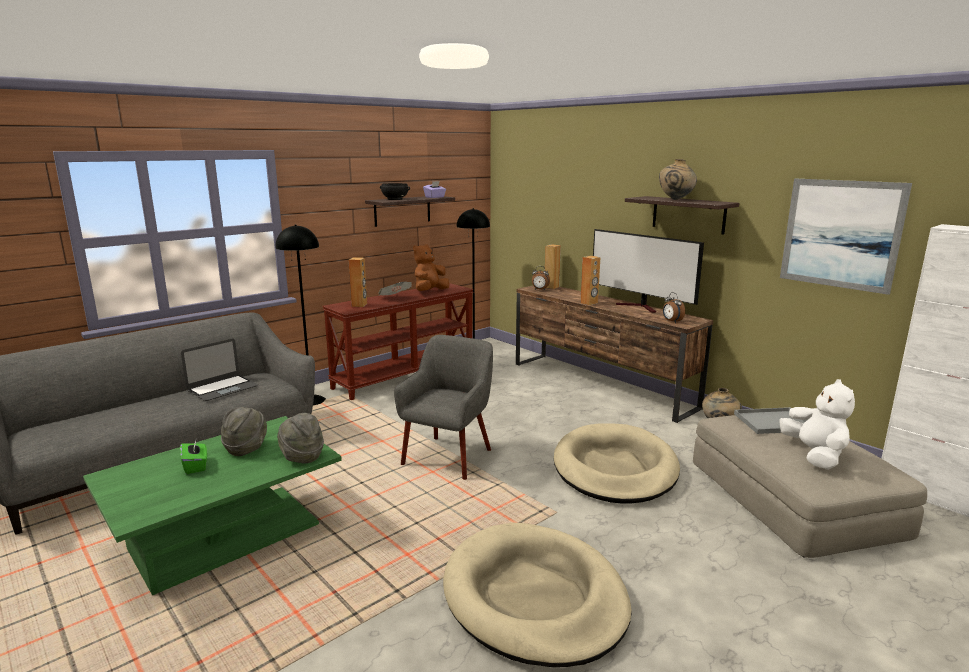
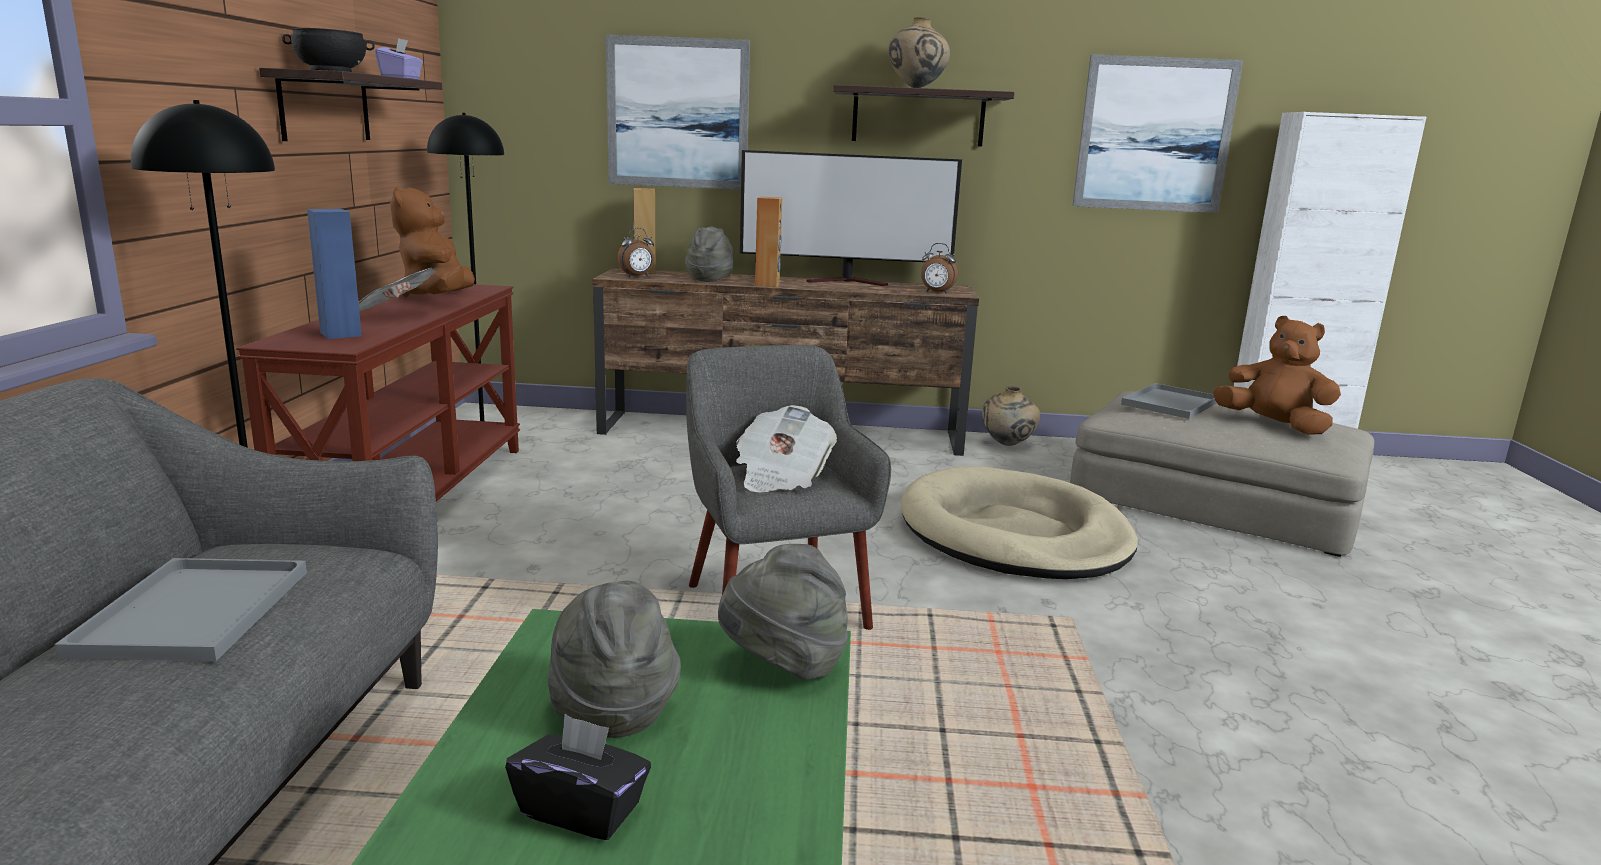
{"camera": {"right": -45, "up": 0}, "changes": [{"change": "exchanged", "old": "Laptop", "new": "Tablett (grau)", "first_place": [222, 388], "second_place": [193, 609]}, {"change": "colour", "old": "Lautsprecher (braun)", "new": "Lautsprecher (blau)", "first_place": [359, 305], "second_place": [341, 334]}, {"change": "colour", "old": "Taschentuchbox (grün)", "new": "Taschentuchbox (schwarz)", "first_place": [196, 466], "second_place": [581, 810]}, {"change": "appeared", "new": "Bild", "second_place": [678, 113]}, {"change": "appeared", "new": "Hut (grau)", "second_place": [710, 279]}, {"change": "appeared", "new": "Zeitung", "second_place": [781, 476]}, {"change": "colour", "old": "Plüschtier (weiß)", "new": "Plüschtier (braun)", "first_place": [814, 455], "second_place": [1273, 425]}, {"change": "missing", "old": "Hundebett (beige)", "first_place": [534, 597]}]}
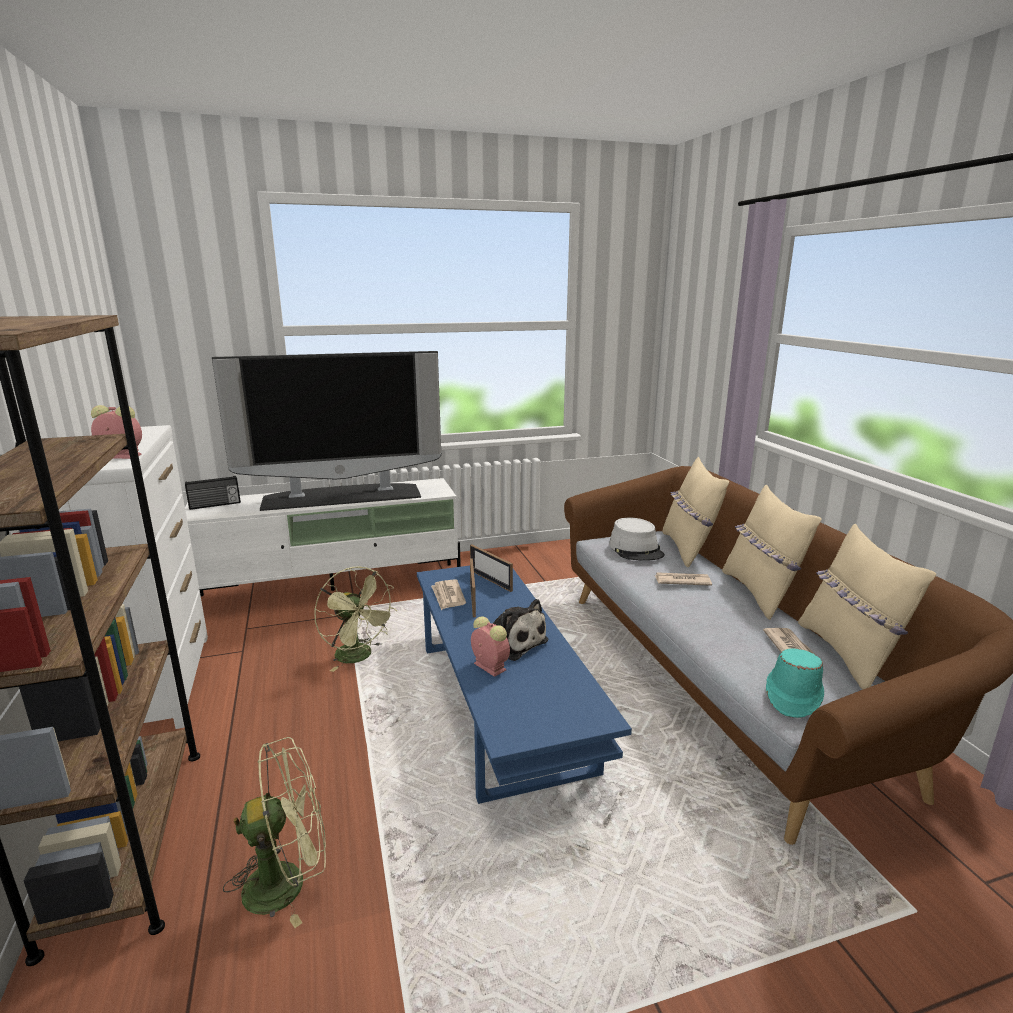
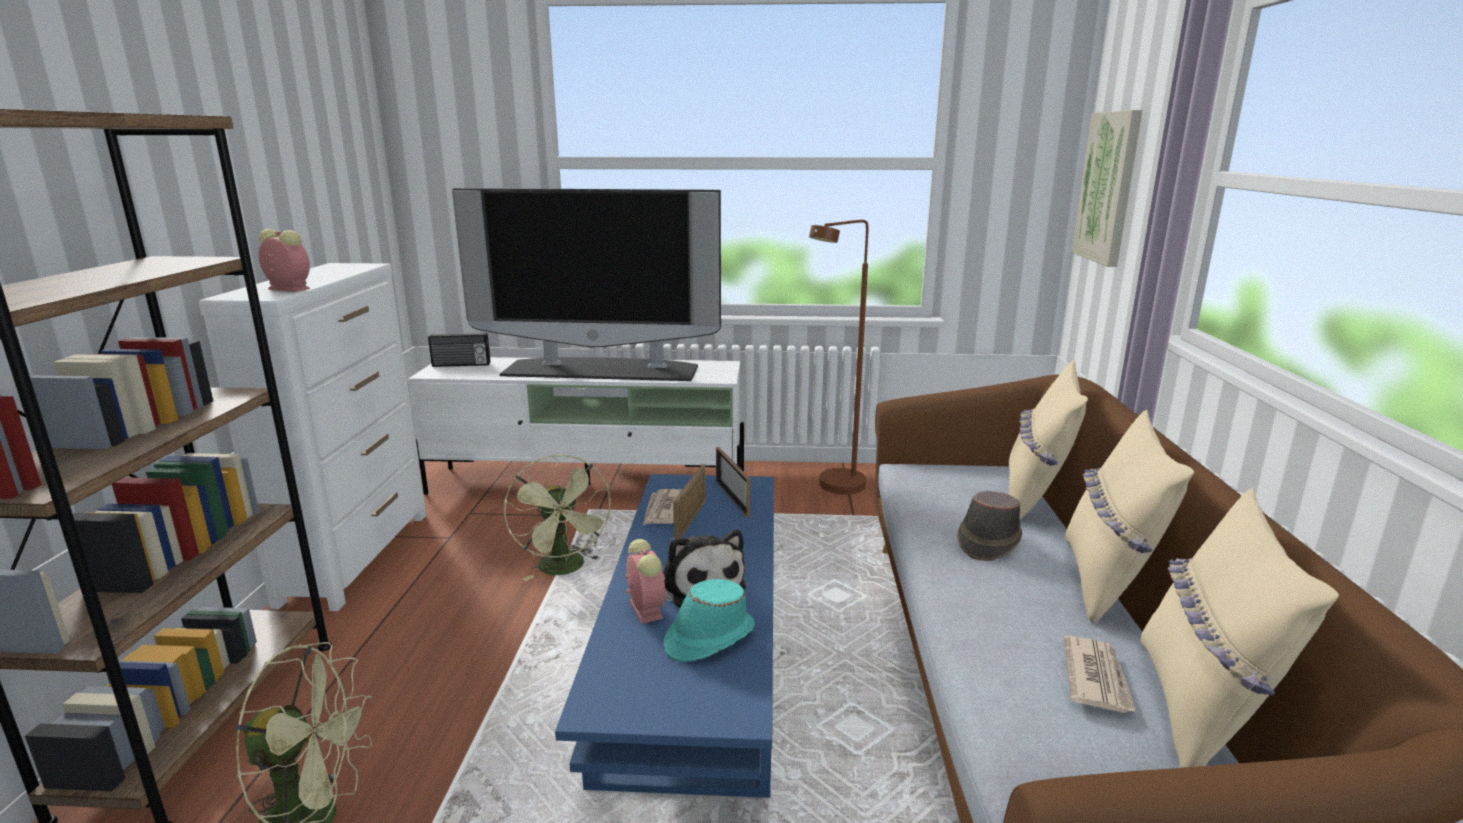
{"camera": {"right": 20, "up": 0}, "changes": [{"change": "relocated", "old": "Hut (türkis)", "first_place": [792, 695], "second_place": [709, 637]}, {"change": "appeared", "new": "Stehlampe (braun)", "second_place": [835, 489]}, {"change": "exchanged", "old": "Zeitung", "new": "Hut (braun)", "first_place": [681, 581], "second_place": [987, 541]}, {"change": "appeared", "new": "Bild", "second_place": [1108, 187]}, {"change": "missing", "old": "Hut (grau)", "first_place": [636, 549]}]}
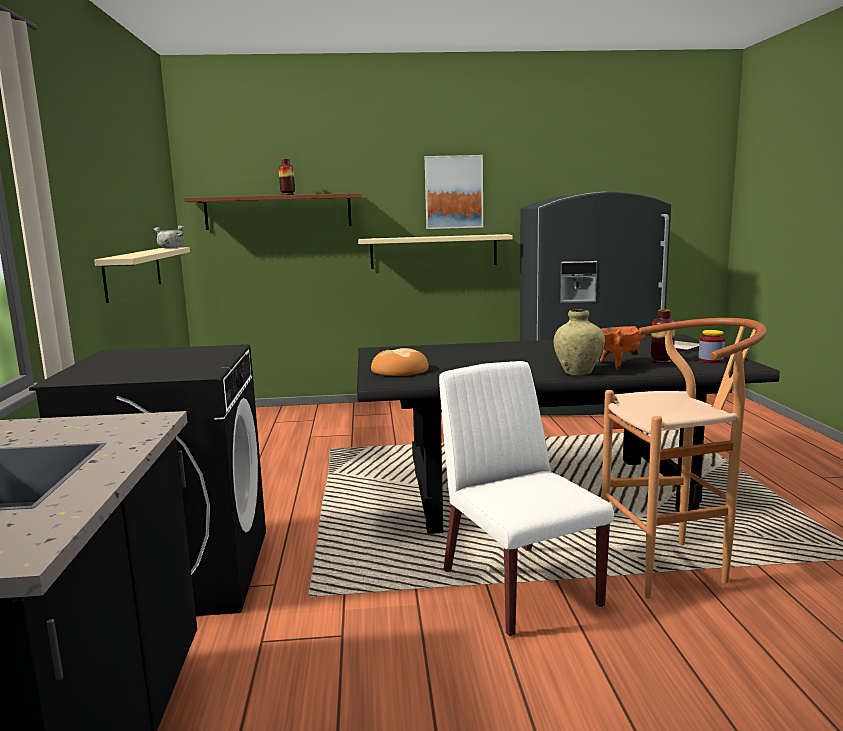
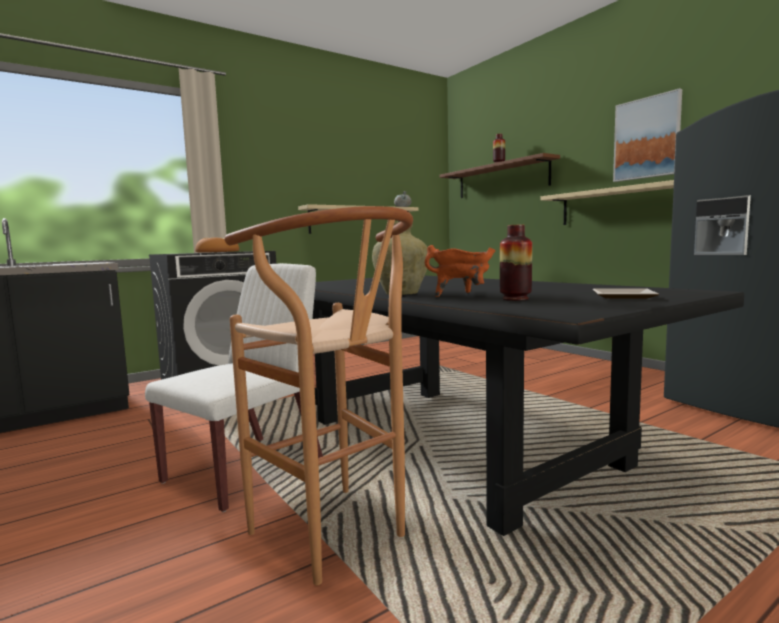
{"camera": {"right": 60, "up": -5}, "changes": [{"change": "relocated", "old": "Brot", "first_place": [399, 370], "second_place": [217, 252]}, {"change": "missing", "old": "Vorratsglas", "first_place": [710, 360]}]}
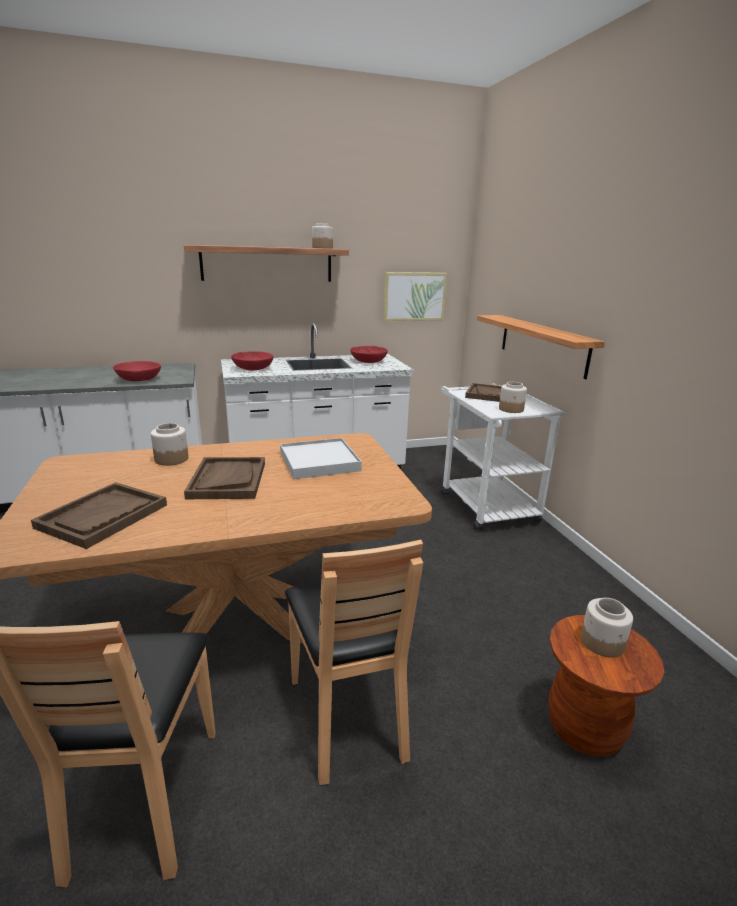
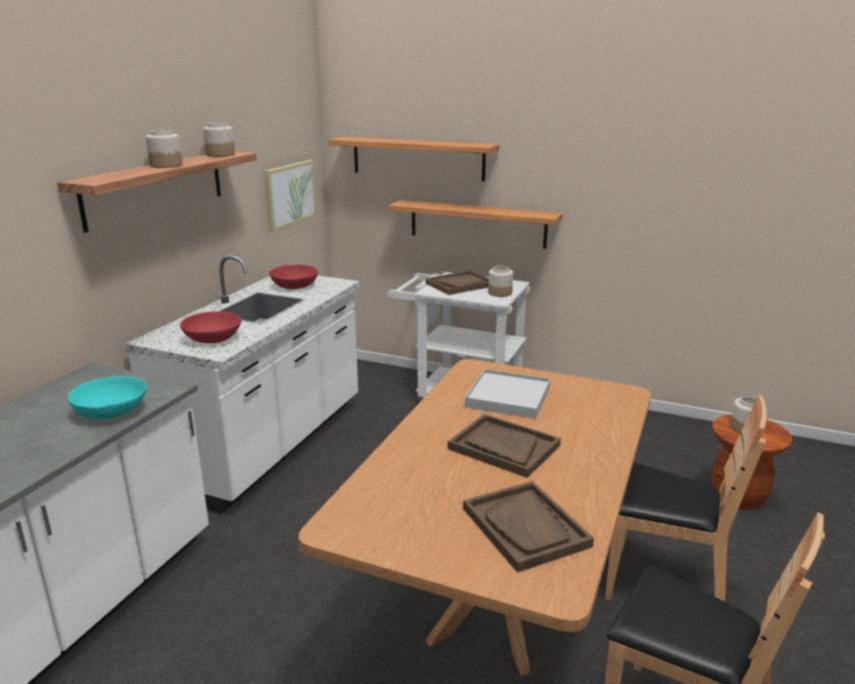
{"camera": {"right": -50, "up": 0}, "changes": [{"change": "colour", "old": "Schüssel (rot)", "new": "Schüssel (türkis)", "first_place": [139, 379], "second_place": [112, 411]}, {"change": "relocated", "old": "Vorratsglas", "first_place": [171, 459], "second_place": [166, 165]}, {"change": "appeared", "new": "Wandregal", "second_place": [417, 158]}]}
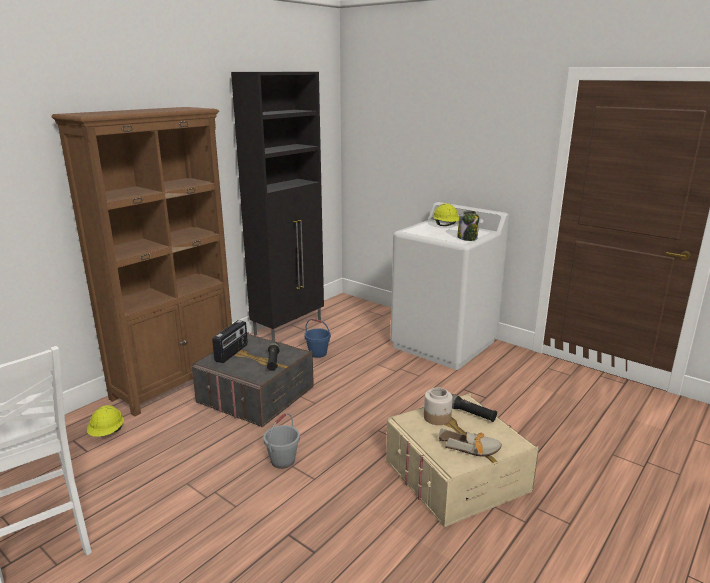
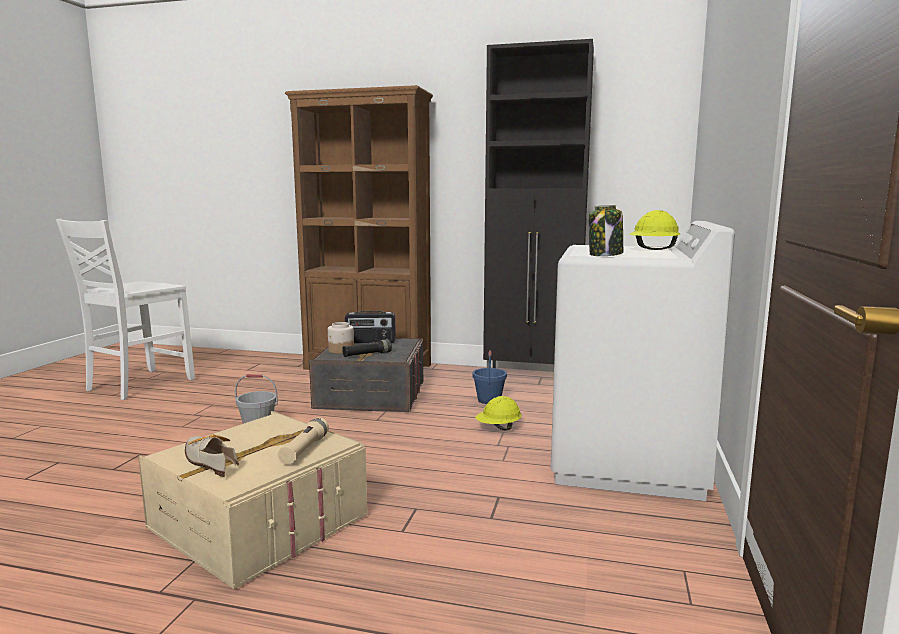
{"camera": {"right": 65, "up": -10}, "changes": [{"change": "spun", "old": "Schuh", "first_place": [473, 449], "second_place": [210, 461], "degrees": 150}, {"change": "colour", "old": "Taschenlampe (schwarz)", "new": "Taschenlampe (beige)", "first_place": [470, 413], "second_place": [304, 450]}, {"change": "relocated", "old": "Vorratsglas", "first_place": [437, 417], "second_place": [341, 350]}, {"change": "relocated", "old": "Schutzhelm (gelb)", "first_place": [107, 433], "second_place": [498, 428]}]}
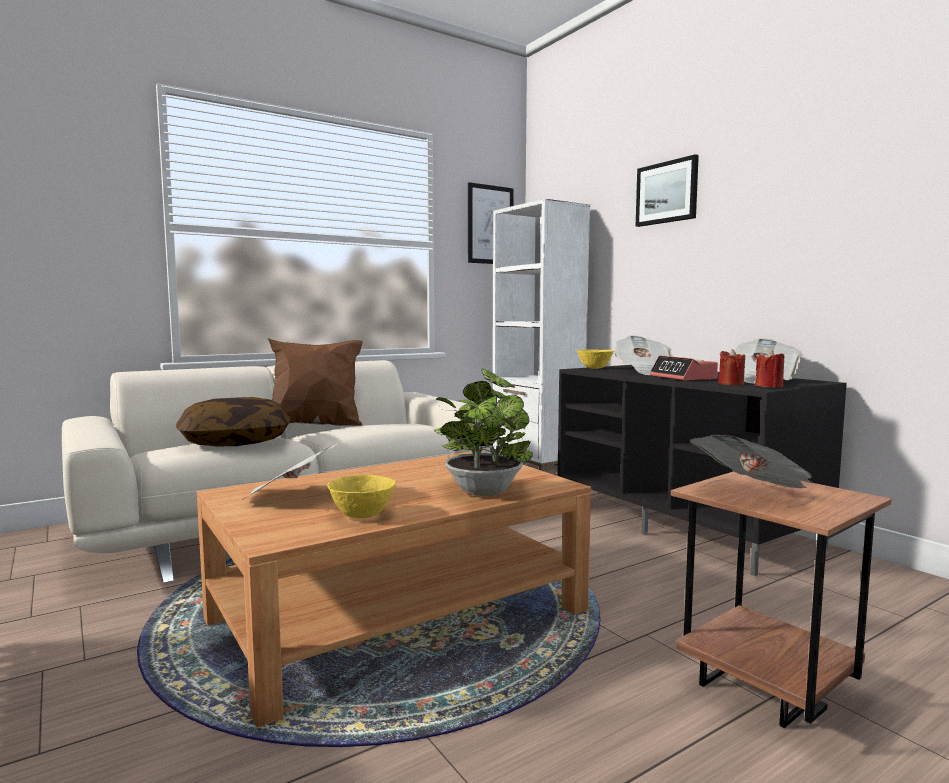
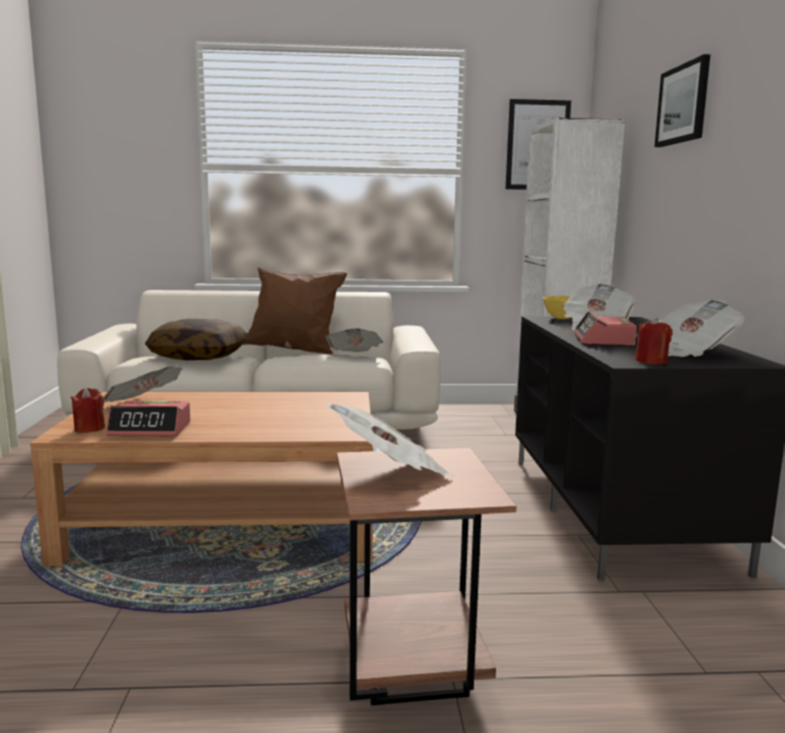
{"camera": {"right": 30, "up": 5}, "changes": [{"change": "relocated", "old": "Kerze (rot)", "first_place": [731, 384], "second_place": [89, 428]}, {"change": "exchanged", "old": "Schüssel (gelb)", "new": "Wecker", "first_place": [362, 515], "second_place": [151, 429]}, {"change": "appeared", "new": "Zeitung", "second_place": [354, 357]}, {"change": "missing", "old": "Topfpflanze", "first_place": [484, 490]}]}
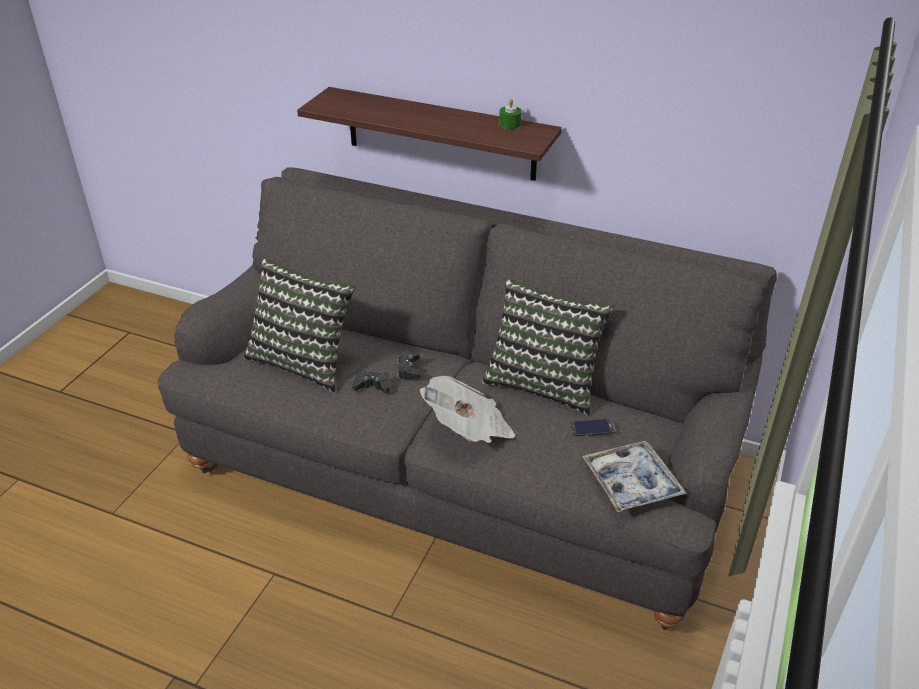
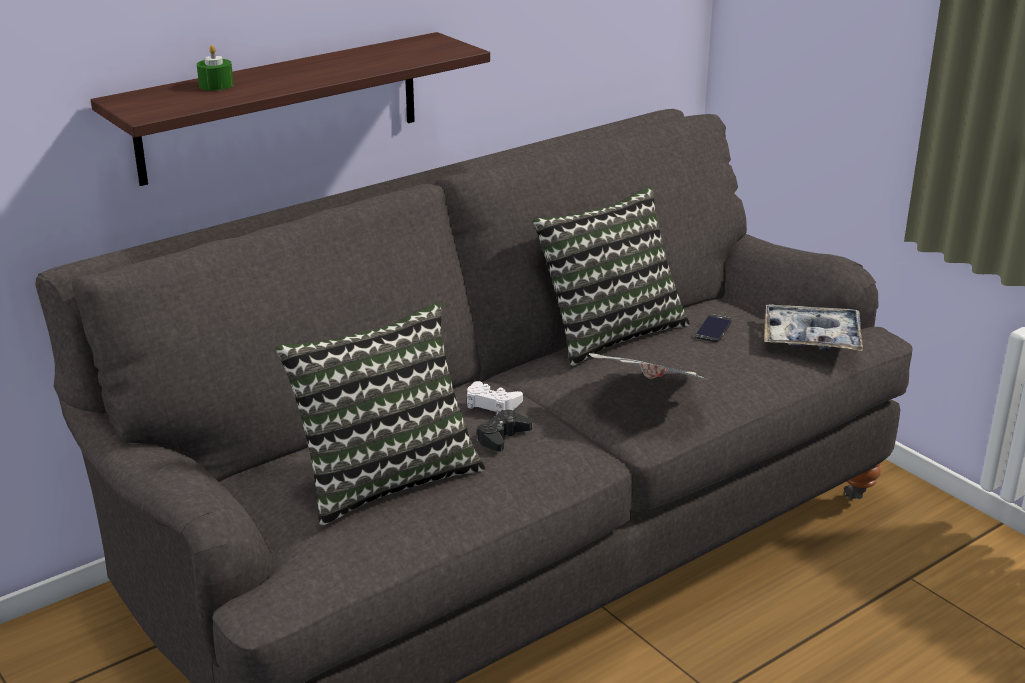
{"camera": {"right": -60, "up": -10}, "changes": [{"change": "relocated", "old": "Kerze (grün)", "first_place": [510, 124], "second_place": [216, 85]}, {"change": "colour", "old": "Gamepad (schwarz)", "new": "Gamepad (weiß)", "first_place": [408, 368], "second_place": [492, 404]}]}
